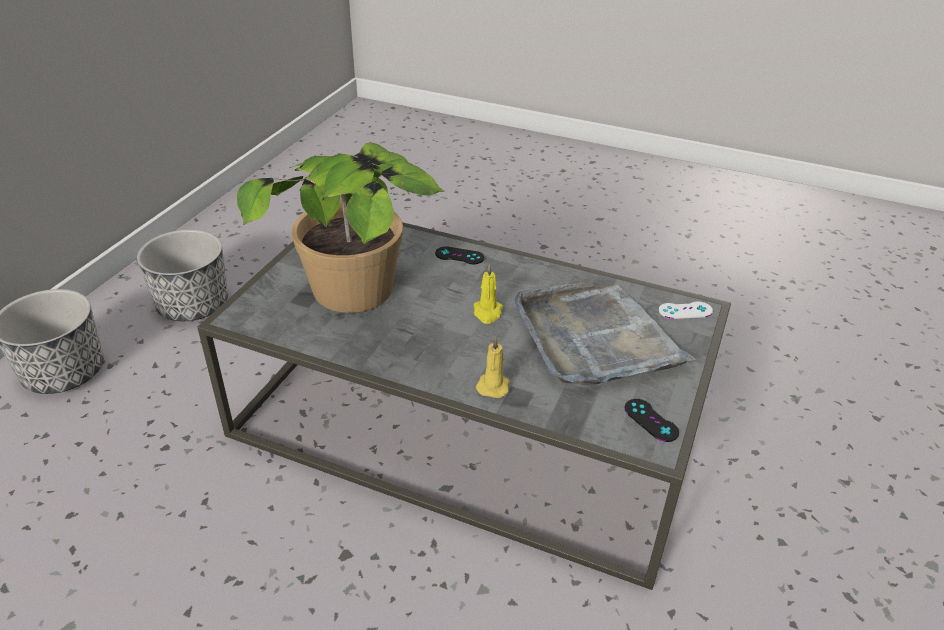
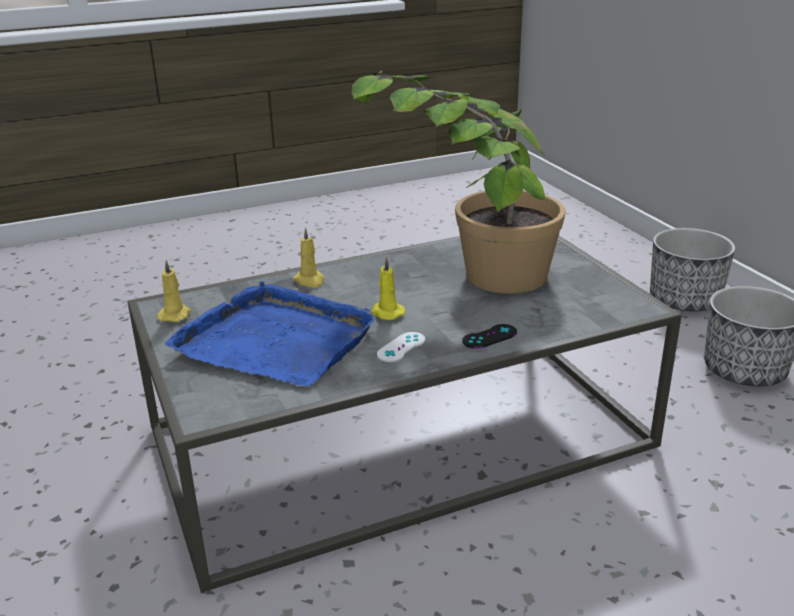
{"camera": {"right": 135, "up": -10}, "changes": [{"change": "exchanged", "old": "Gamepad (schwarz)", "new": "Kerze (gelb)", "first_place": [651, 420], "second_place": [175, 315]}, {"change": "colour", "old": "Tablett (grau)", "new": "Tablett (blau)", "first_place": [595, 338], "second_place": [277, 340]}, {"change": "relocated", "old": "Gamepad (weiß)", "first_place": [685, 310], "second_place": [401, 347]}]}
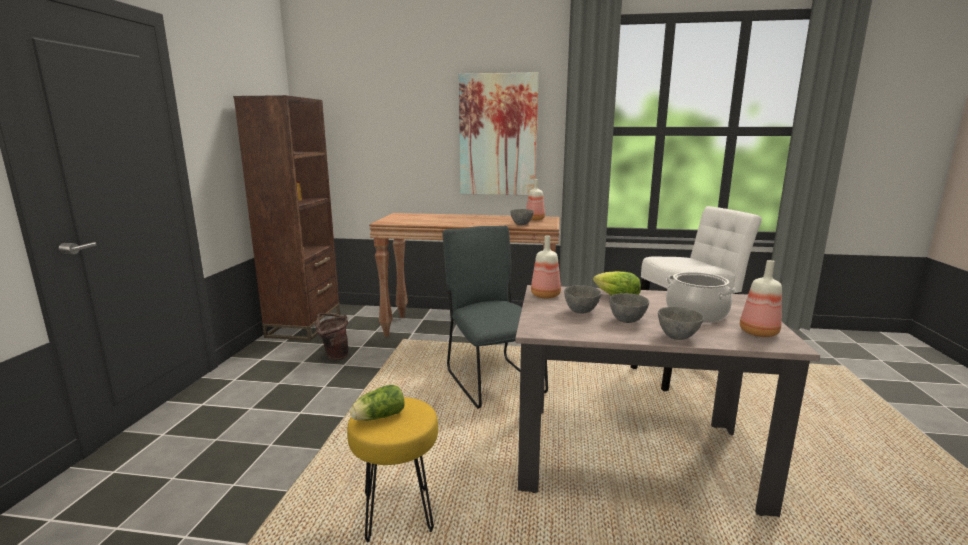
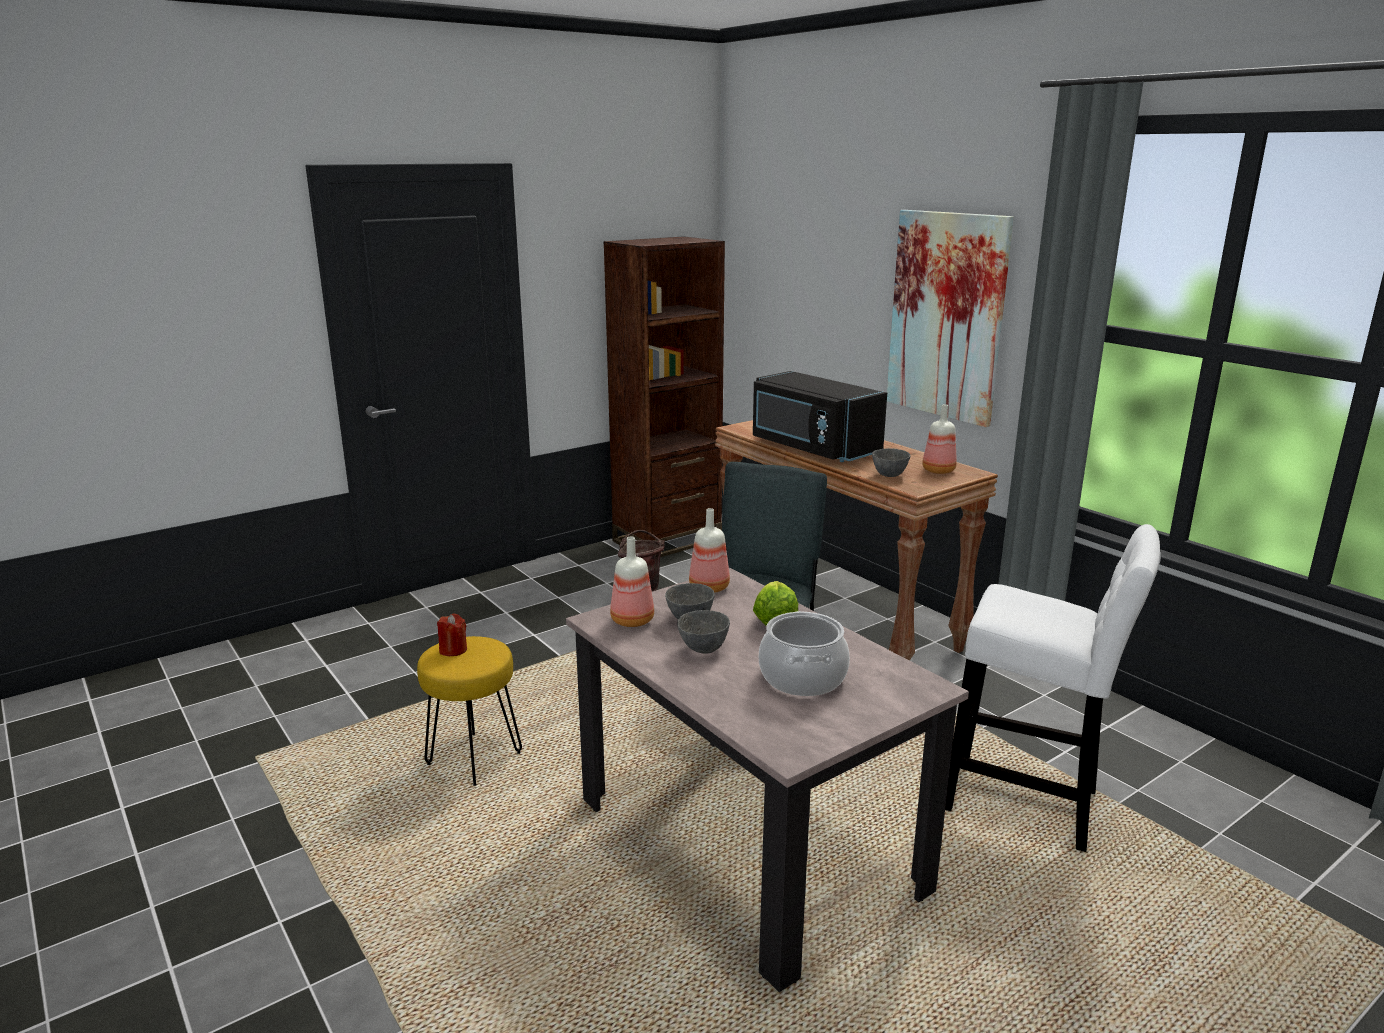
{"camera": {"right": 45, "up": 5}, "changes": [{"change": "exchanged", "old": "Salatkopf", "new": "Kerze (rot)", "first_place": [377, 417], "second_place": [453, 650]}, {"change": "relocated", "old": "Flasche", "first_place": [758, 333], "second_place": [631, 620]}, {"change": "appeared", "new": "Mikrowelle (schwarz)", "second_place": [812, 448]}, {"change": "missing", "old": "Schüssel (grau)", "first_place": [677, 337]}]}
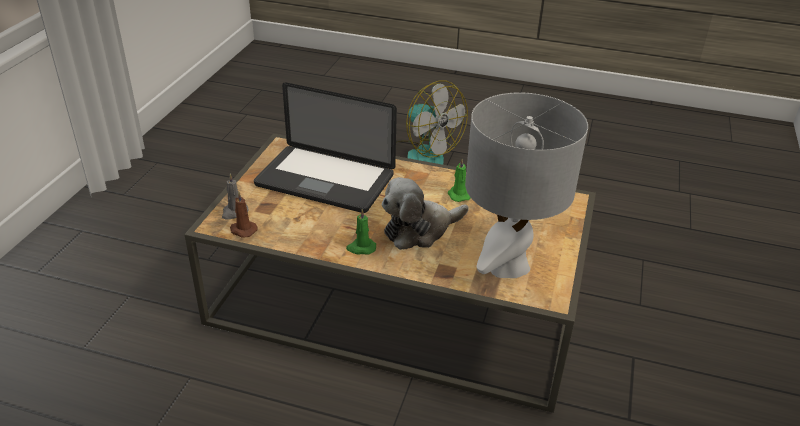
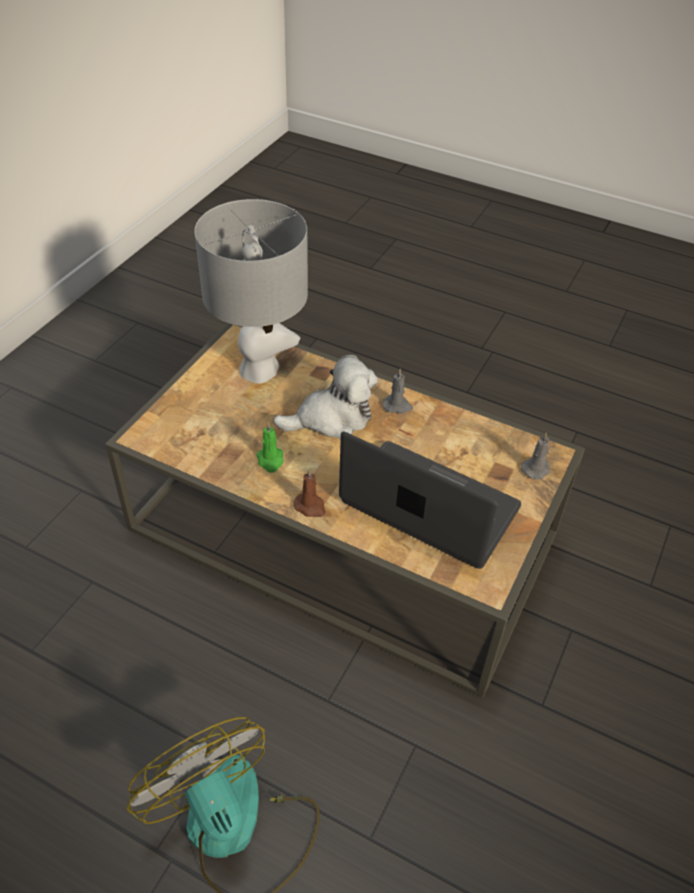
{"camera": {"right": -170, "up": 10}, "changes": [{"change": "relocated", "old": "Kerze (braun)", "first_place": [242, 230], "second_place": [310, 507]}, {"change": "colour", "old": "Kerze (grün)", "new": "Kerze (grau)", "first_place": [361, 248], "second_place": [397, 406]}]}
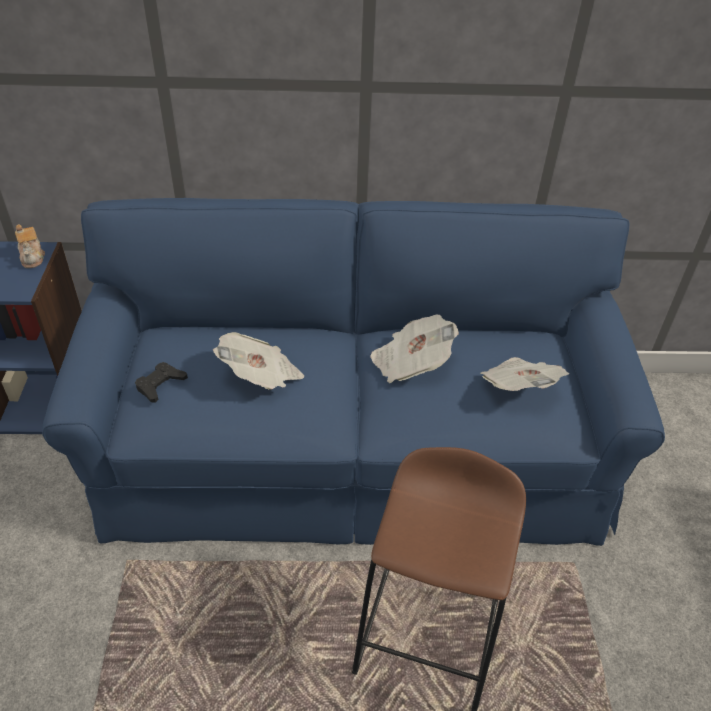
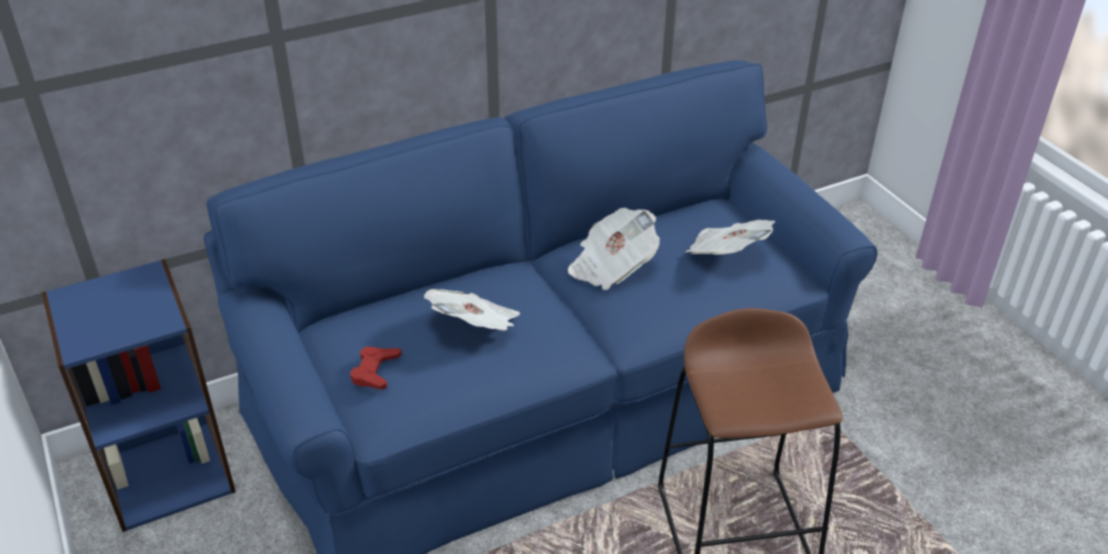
{"camera": {"right": -25, "up": -5}, "changes": [{"change": "colour", "old": "Gamepad (schwarz)", "new": "Gamepad (rot)", "first_place": [160, 385], "second_place": [375, 371]}, {"change": "missing", "old": "Teekanne", "first_place": [32, 257]}]}
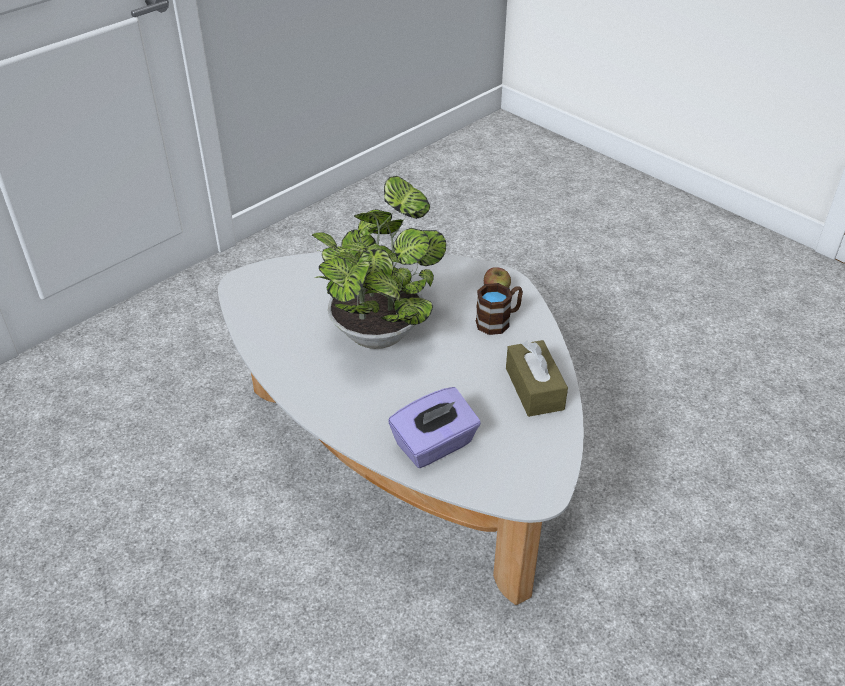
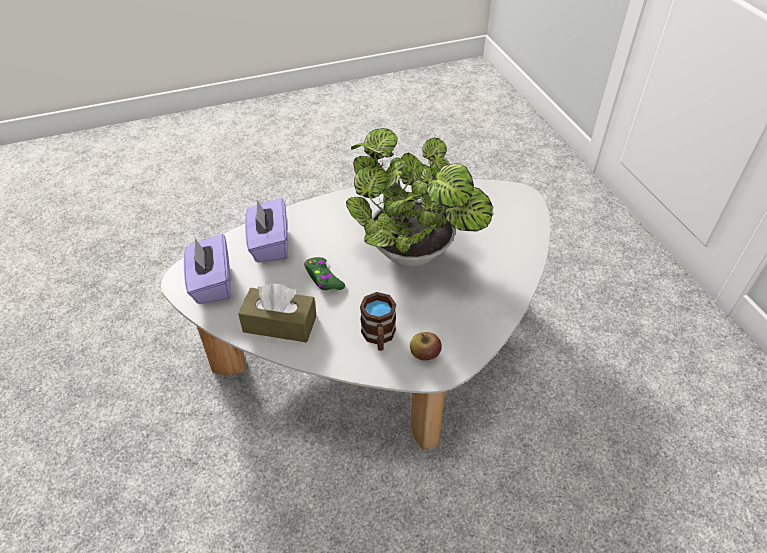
{"camera": {"right": 115, "up": 5}, "changes": [{"change": "appeared", "new": "Taschentuchbox (lila)", "second_place": [212, 283]}, {"change": "appeared", "new": "Gamepad (grün)", "second_place": [323, 278]}]}
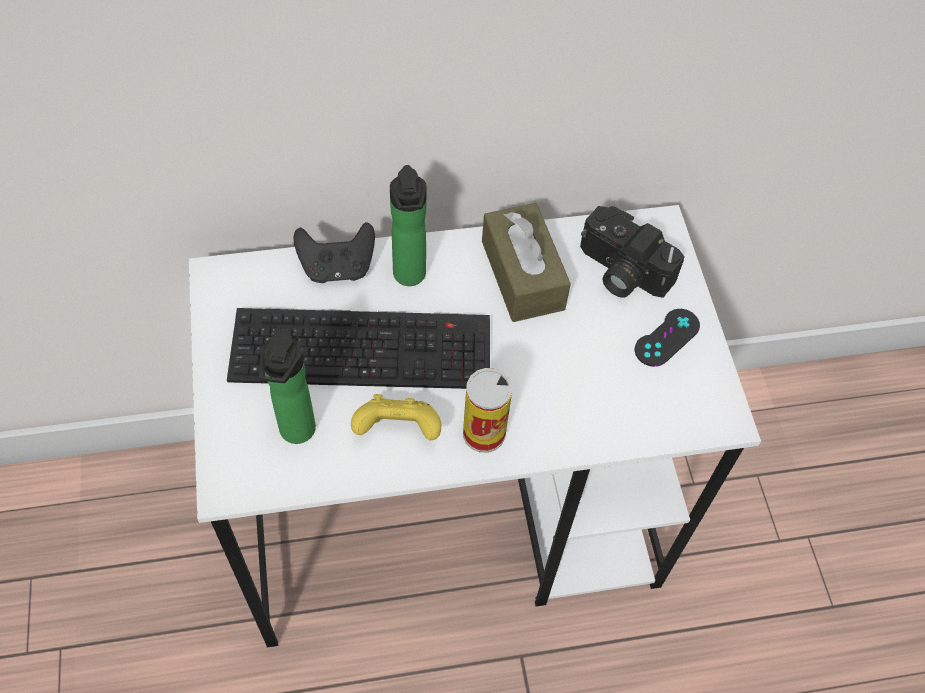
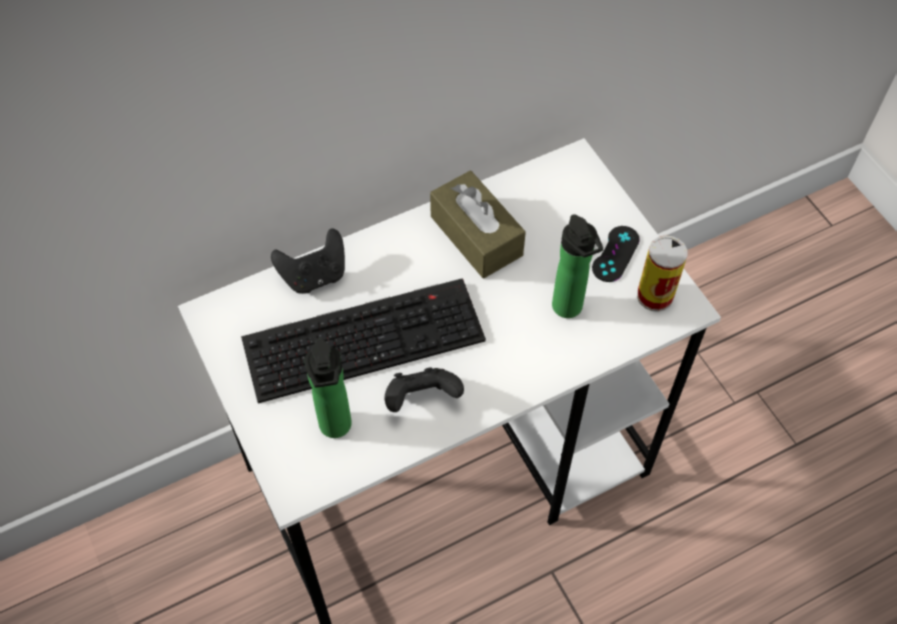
{"camera": {"right": -15, "up": 0}, "changes": [{"change": "colour", "old": "Gamepad (gelb)", "new": "Gamepad (schwarz)", "first_place": [398, 430], "second_place": [422, 399]}, {"change": "relocated", "old": "Flasche", "first_place": [409, 278], "second_place": [569, 310]}, {"change": "relocated", "old": "Dose", "first_place": [484, 433], "second_place": [655, 296]}, {"change": "missing", "old": "Kamera", "first_place": [620, 272]}]}
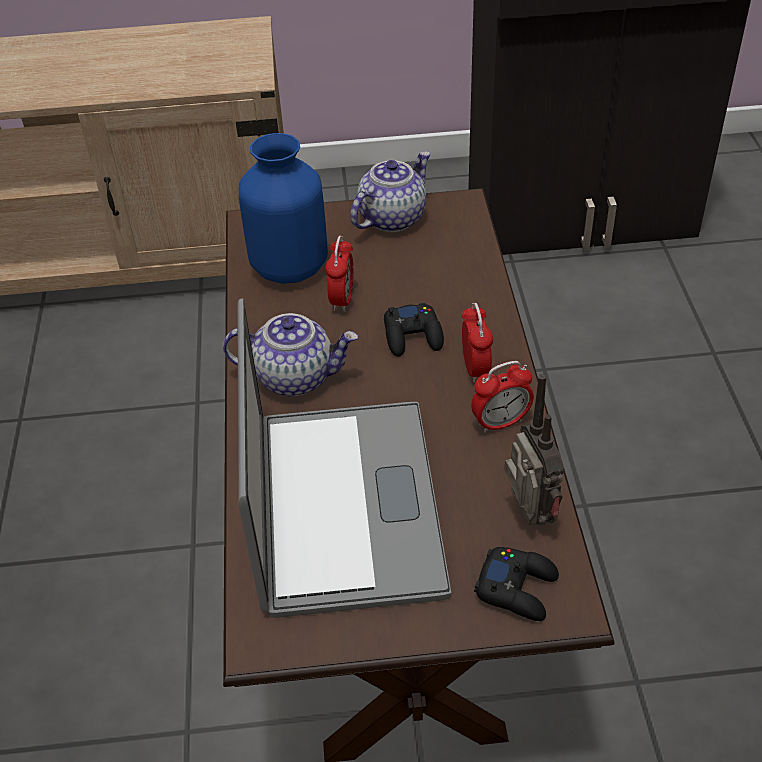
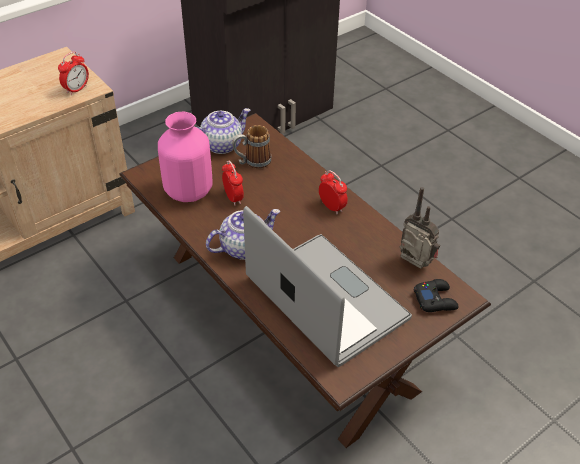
{"camera": {"right": -35, "up": 0}, "changes": [{"change": "relocated", "old": "Wecker", "first_place": [500, 422], "second_place": [77, 89]}, {"change": "colour", "old": "Vase (blau)", "new": "Vase (rosa)", "first_place": [290, 268], "second_place": [189, 191]}, {"change": "spun", "old": "Teekanne", "first_place": [392, 218], "second_place": [221, 144], "degrees": 45}, {"change": "appeared", "new": "Henkelbecher", "second_place": [252, 162]}, {"change": "missing", "old": "Gamepad (schwarz)", "first_place": [413, 336]}]}
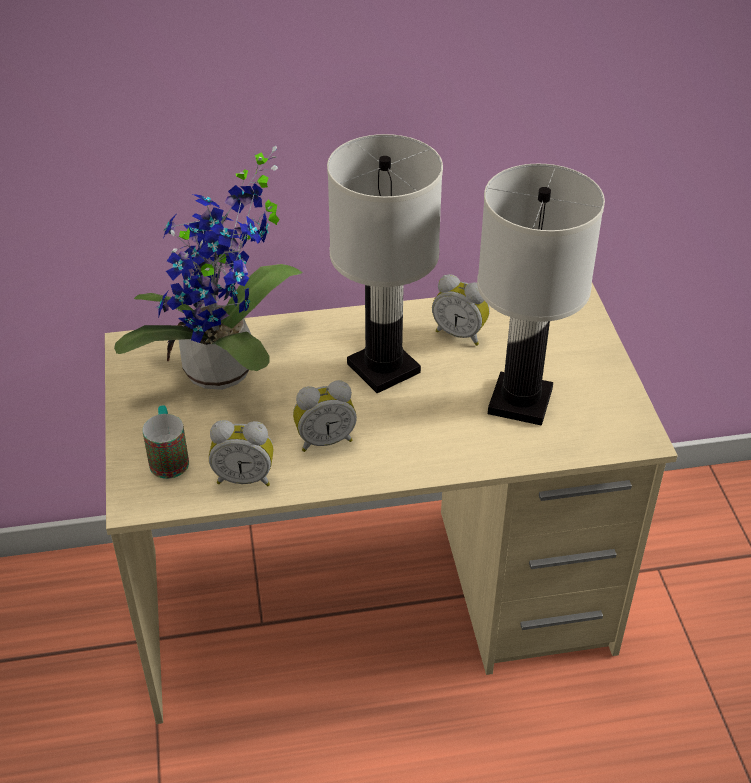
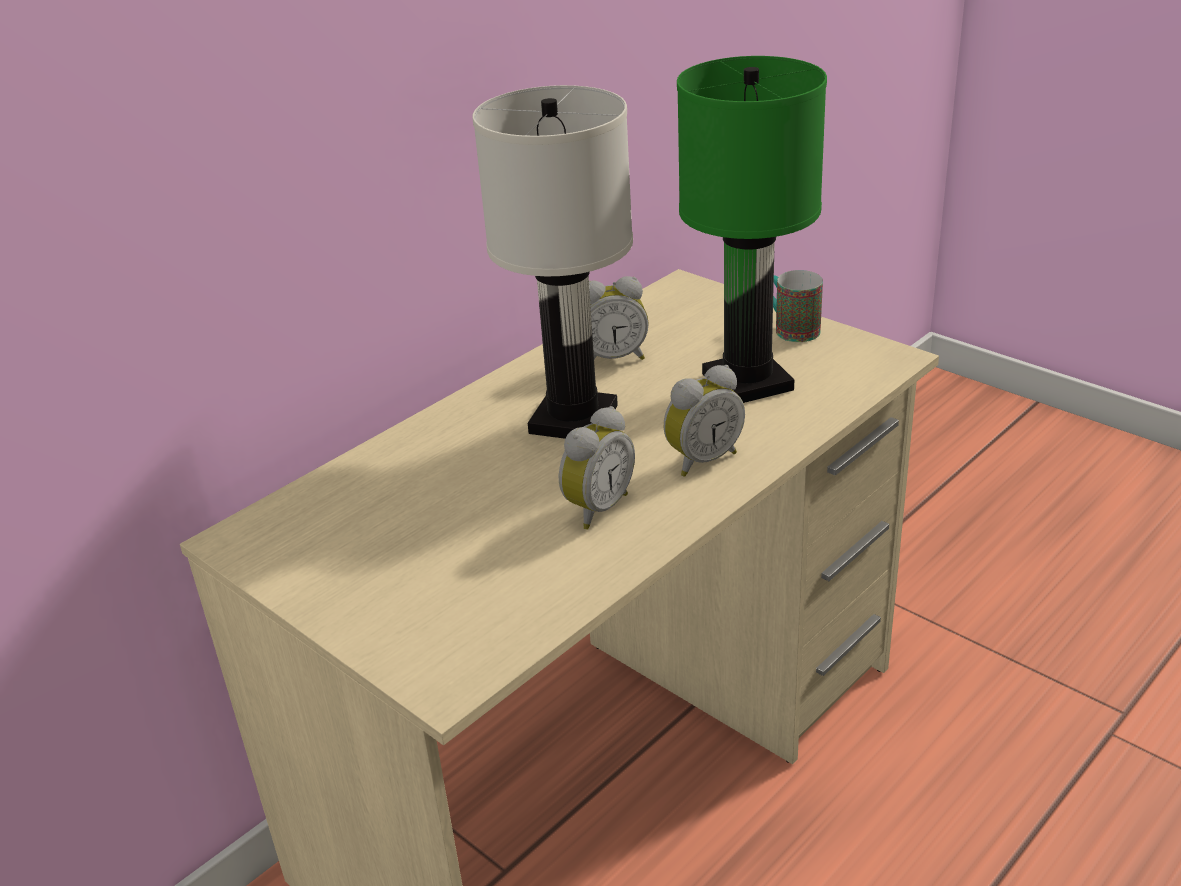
{"camera": {"right": -35, "up": -10}, "changes": [{"change": "relocated", "old": "Wecker", "first_place": [244, 477], "second_place": [701, 459]}, {"change": "colour", "old": "Tischlampe (weiß)", "new": "Tischlampe (grün)", "first_place": [521, 402], "second_place": [749, 382]}, {"change": "relocated", "old": "Henkelbecher", "first_place": [168, 457], "second_place": [789, 329]}, {"change": "missing", "old": "Topfpflanze", "first_place": [226, 374]}]}
